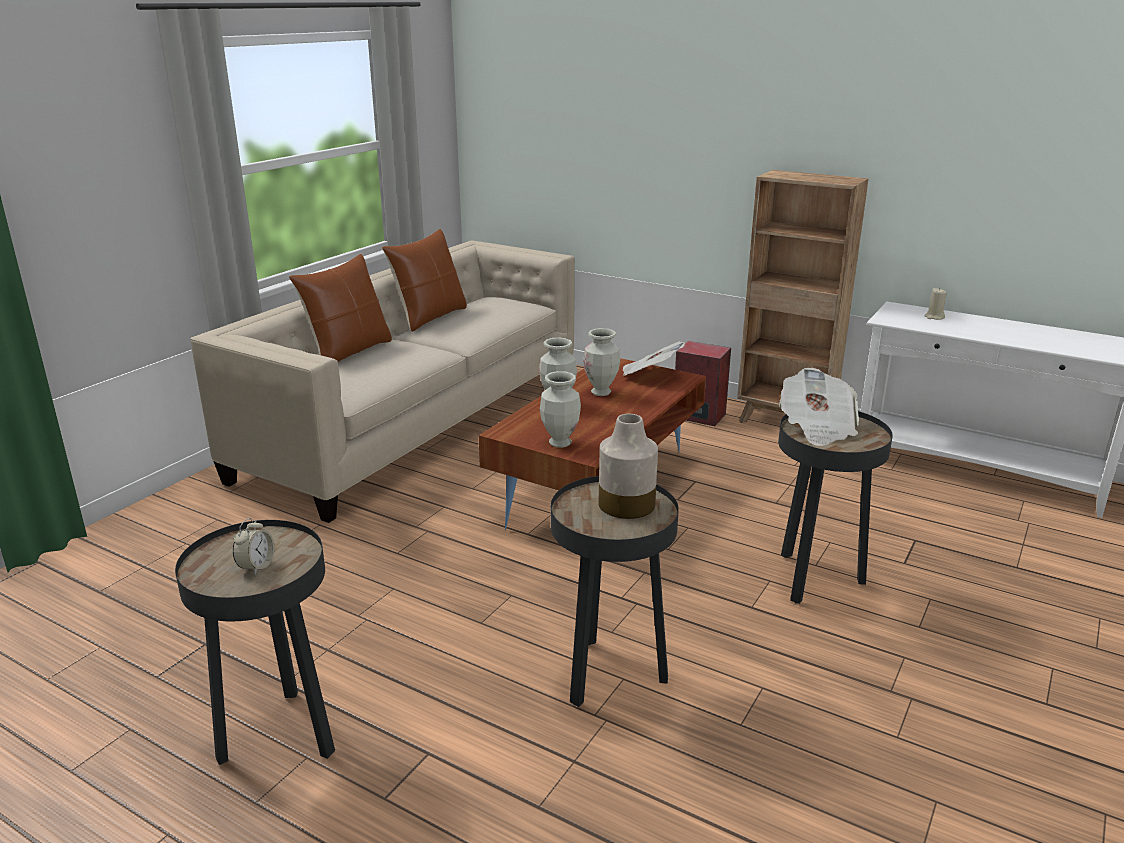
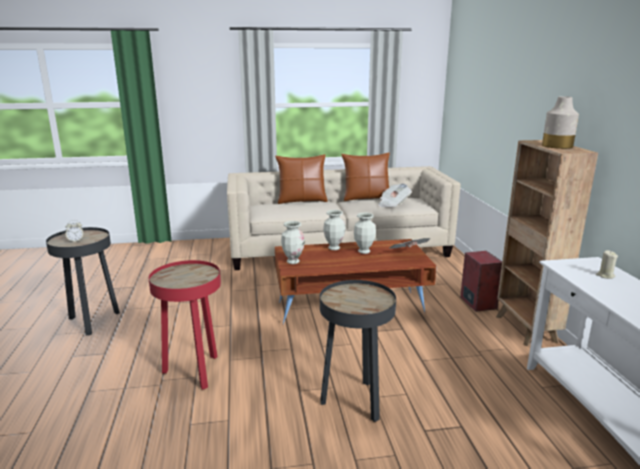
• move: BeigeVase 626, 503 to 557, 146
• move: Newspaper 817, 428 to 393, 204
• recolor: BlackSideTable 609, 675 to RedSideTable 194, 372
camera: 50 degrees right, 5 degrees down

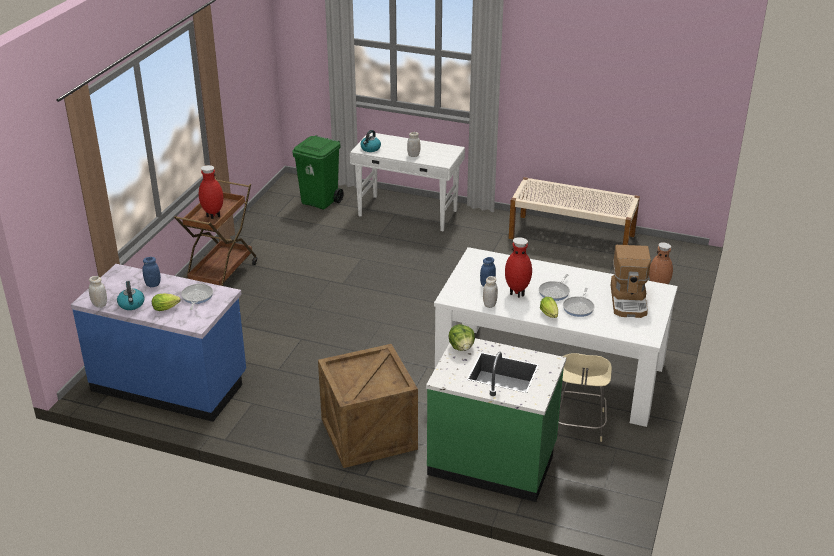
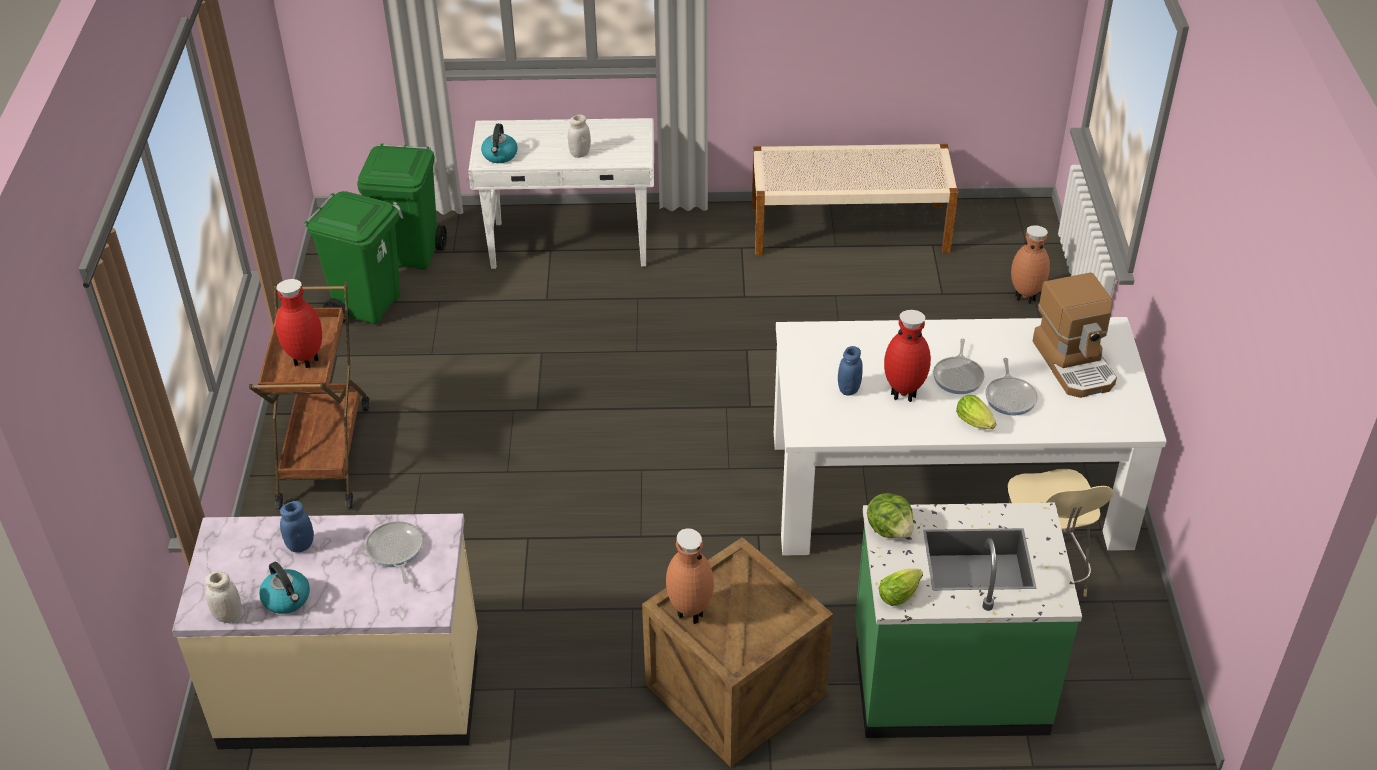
• delete: WhiteJar 489, 304
• insert: GreenTrashCan 368, 305
• insert: BrownVase 689, 613
• move: Lettuce 167, 308 to 901, 594
• recolor: BlueCounter 170, 383 to BeigeCounter 352, 691
camera: 20 degrees left, 10 degrees up

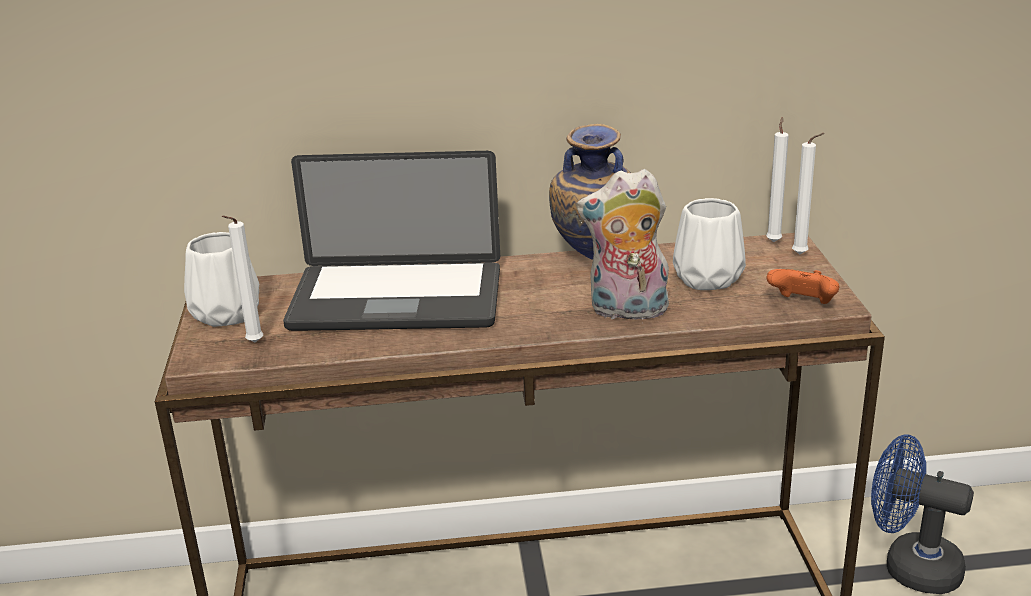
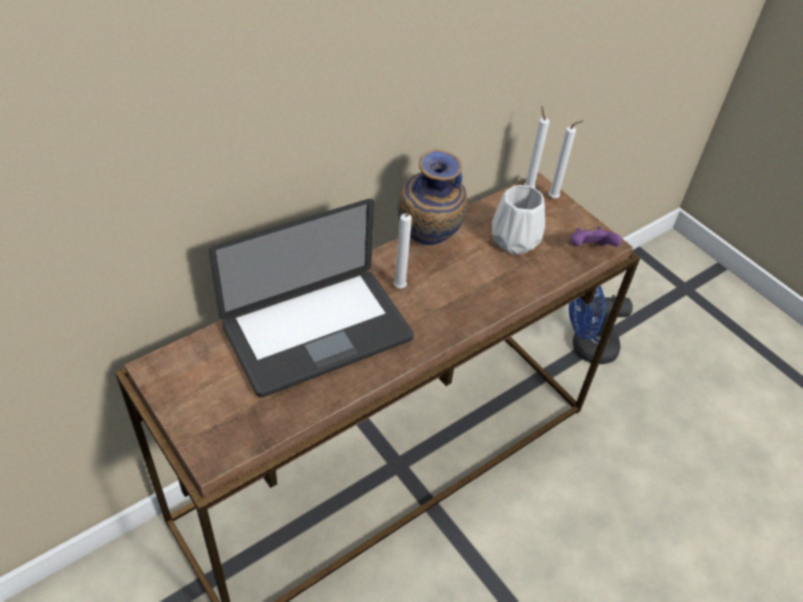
• delete: WhiteVase 228, 313
• delete: PlushToy 627, 311
• move: WhiteCandle 253, 343 to 399, 289
• recolor: OrangeGameController 802, 304 to PurpleGameController 589, 250
camera: 35 degrees left, 20 degrees up

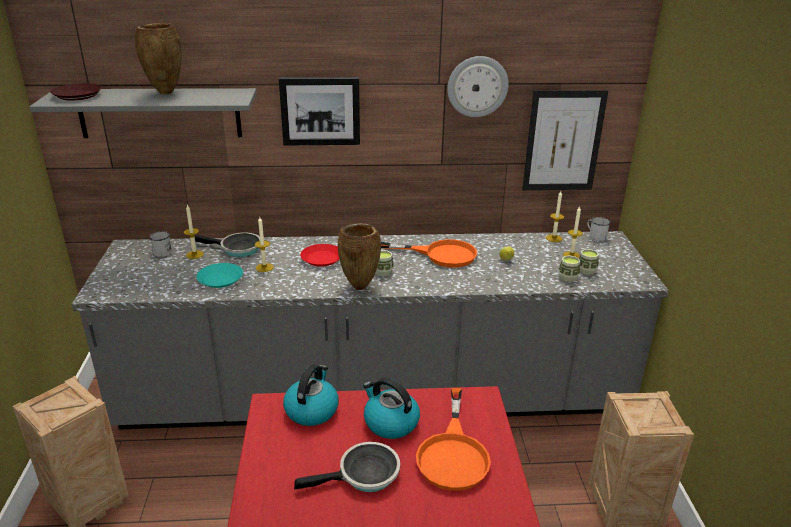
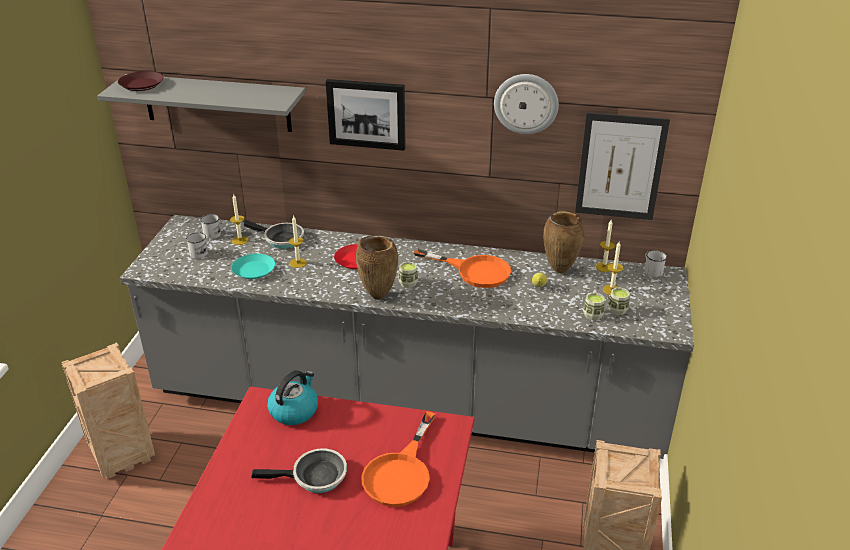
• delete: Kettle 390, 422
• insert: WhiteMug 201, 252
• move: BrownVase 164, 93 to 559, 270
camera: 15 degrees right, 5 degrees up

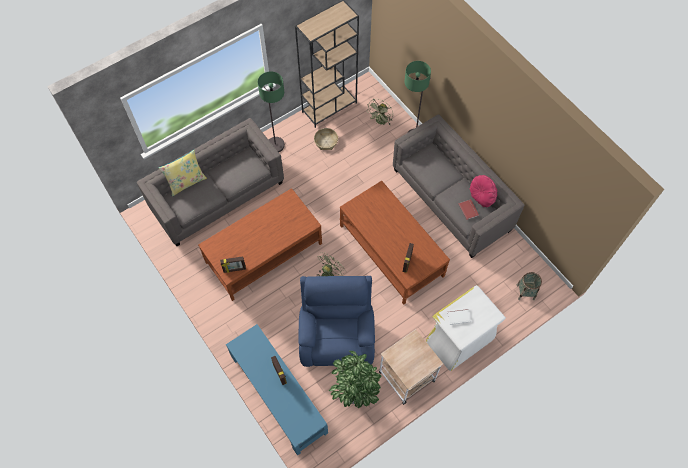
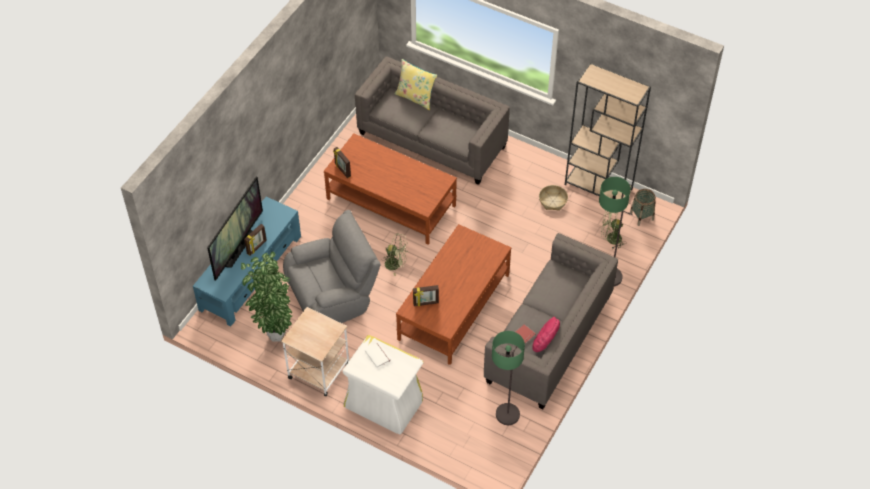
• insert: Television 238, 248
• move: GreenFloorLamp 278, 149 to 504, 420
• move: Basket 525, 292 to 641, 216
• recolor: BlueArmchair 337, 336 to GreyArmchair 333, 296
camera: 65 degrees right, 10 degrees down

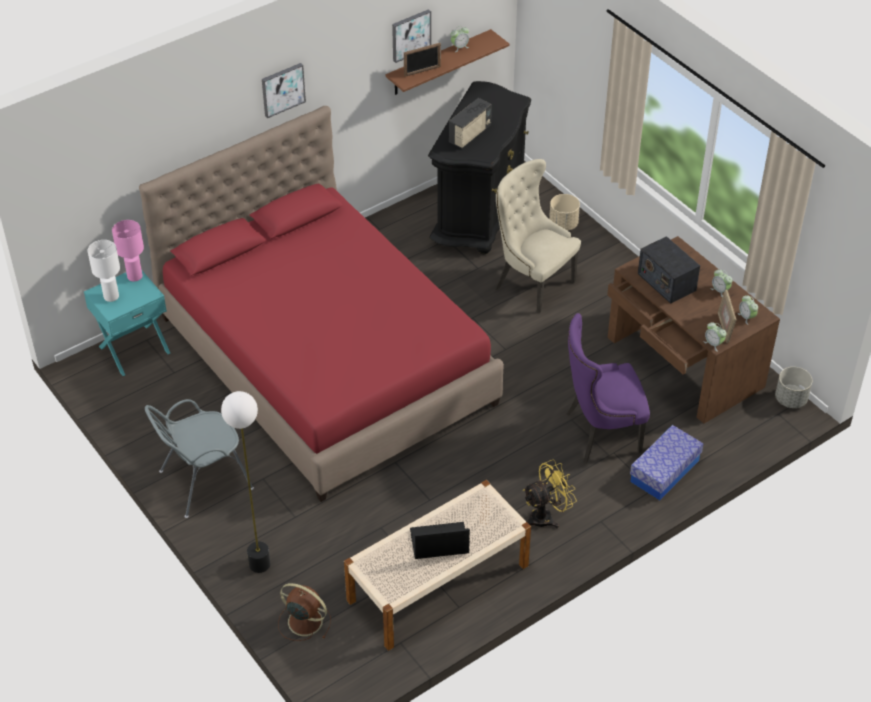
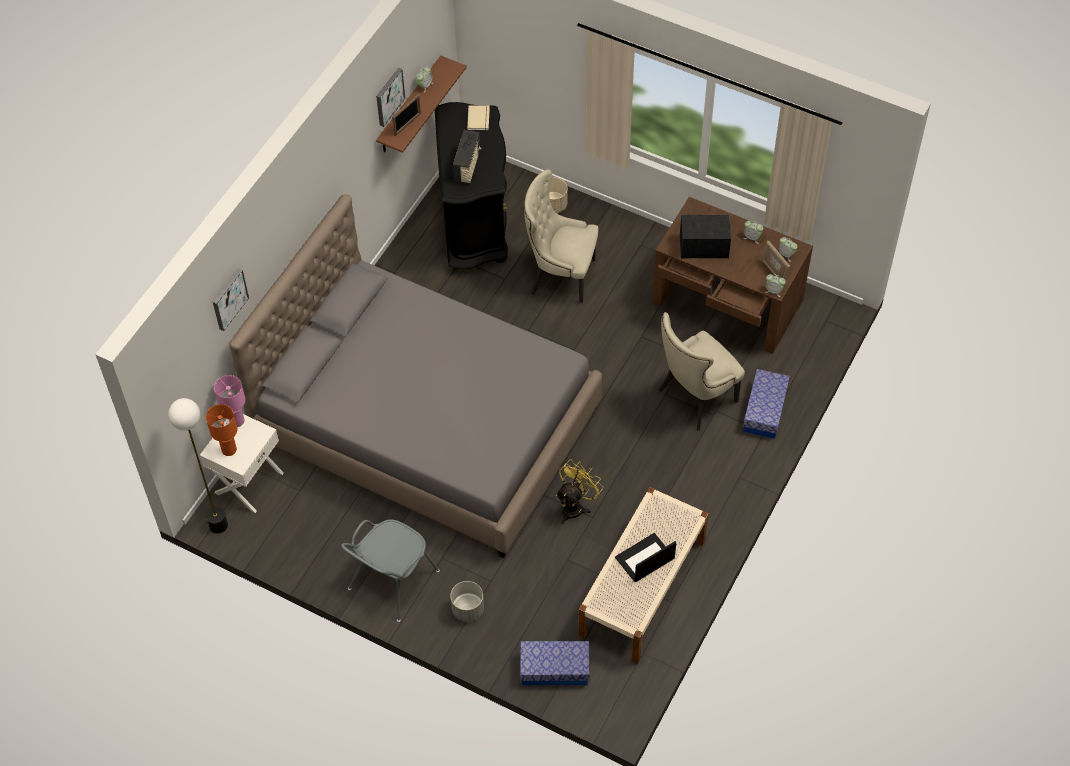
• insert: BeigeBook 479, 118
• move: FloorLamp 259, 563 to 218, 525
• move: Picture 282, 89 to 229, 299
• move: YellowFan 546, 516 to 575, 506
• move: GreyPlanter 790, 399 to 468, 609
• replace: BrownFan 303, 621 to StorageBox 554, 669
• recolor: TurquoiseNightstand 134, 349 to WhiteNightstand 248, 482
• recolor: WhiteTableLamp 112, 296 to OrangeTableLamp 229, 449
• recolor: RedBed 326, 359 to GreyBed 426, 422
• recolor: PurpleChair 600, 434 to BeigeChair 696, 397
• rotate: Radio 666, 282 = 704, 246 150 degrees clockwise
camera: 25 degrees left, 10 degrees up

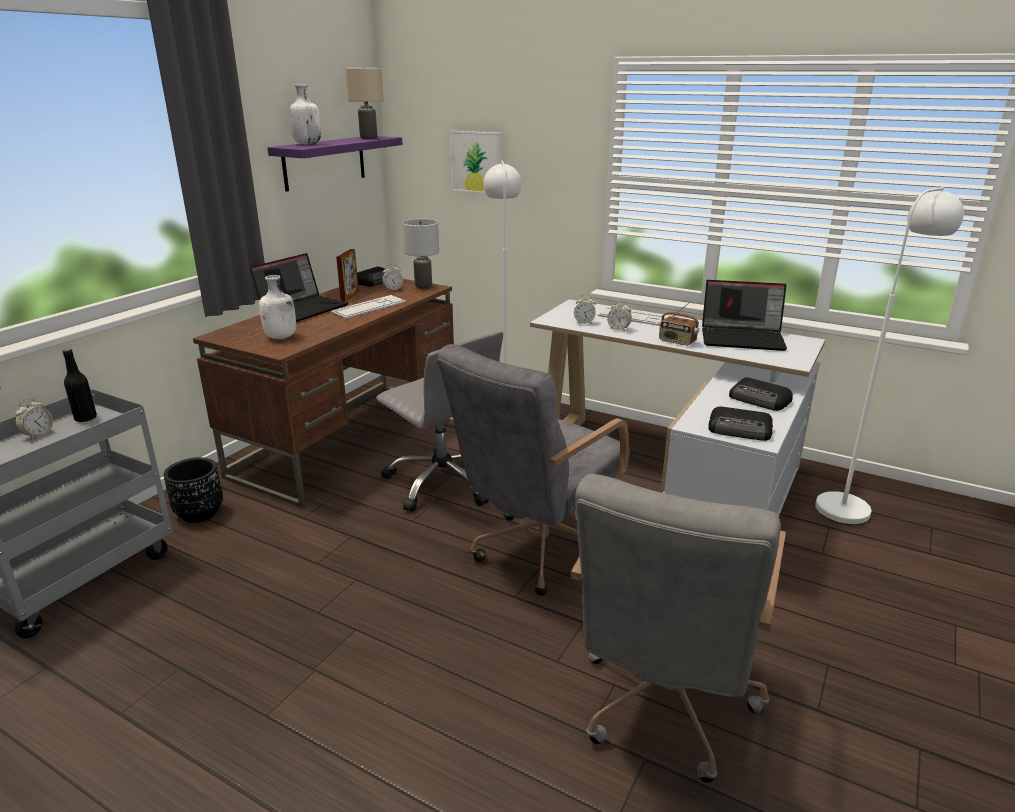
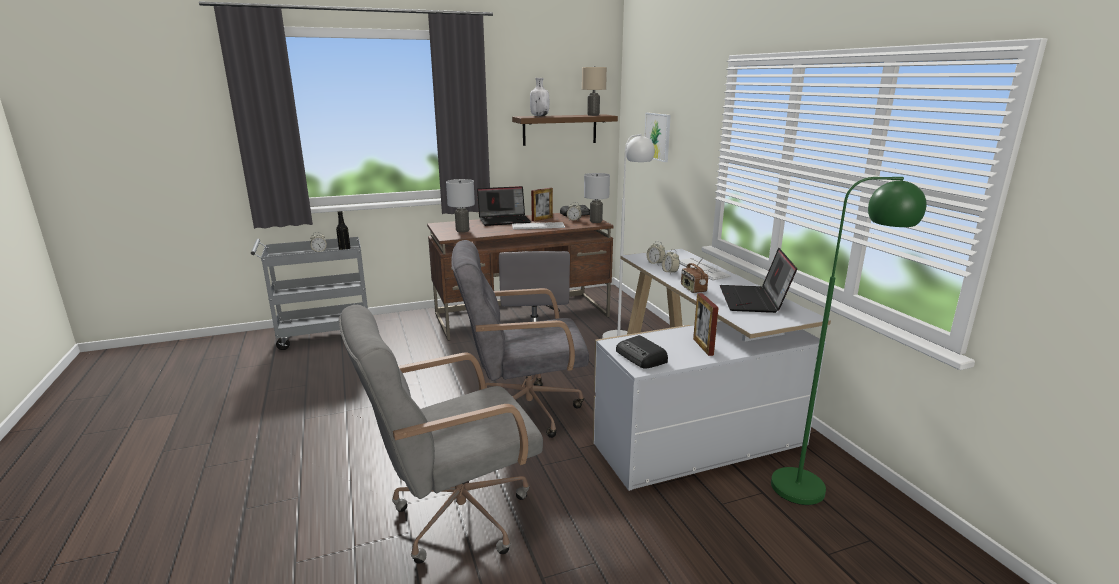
• delete: BlackPlanter 199, 513
• replace: WhiteBottle 281, 337 to WhiteTableLamp 462, 231
• replace: Radio 760, 400 to PictureFrame 703, 347
• recolor: PurpleShelf 324, 162 to BrownShelf 559, 129
• recolor: WhiteFloorLamp 851, 505 to GreenFloorLamp 814, 489
• rotate: Laptop 743, 338 = 754, 300 45 degrees clockwise
camera: 40 degrees right, 5 degrees down

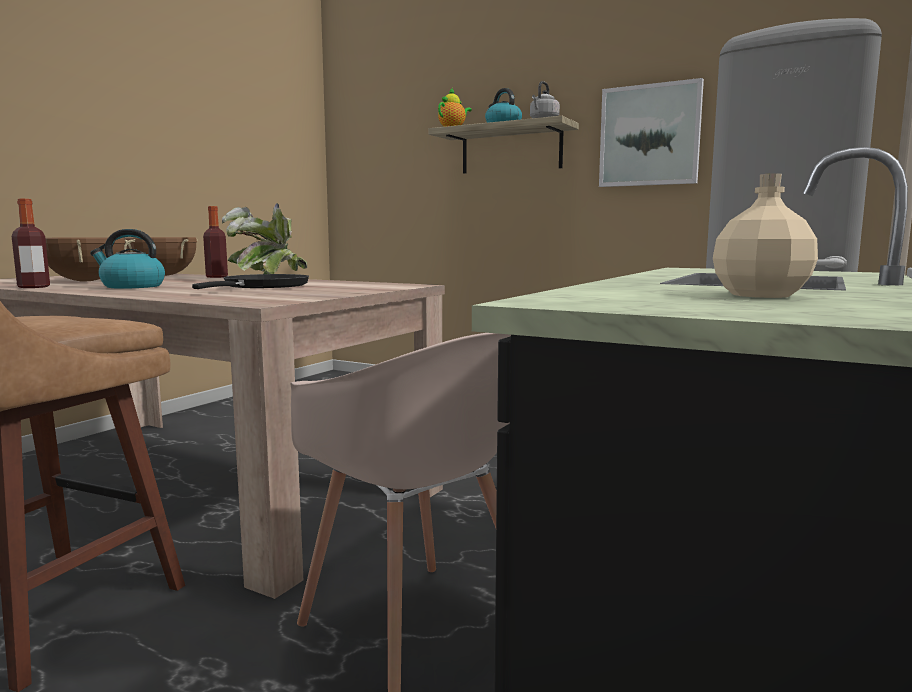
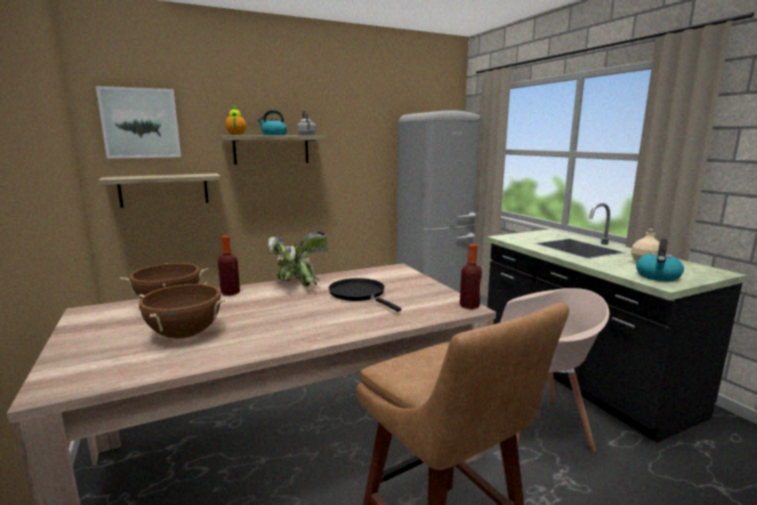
• insert: Shelf 164, 190
• move: Bottle 34, 287 to 469, 306
• move: Kettle 131, 286 to 658, 276
• move: Picture 649, 135 to 140, 123
camera: 55 degrees left, 5 degrees up

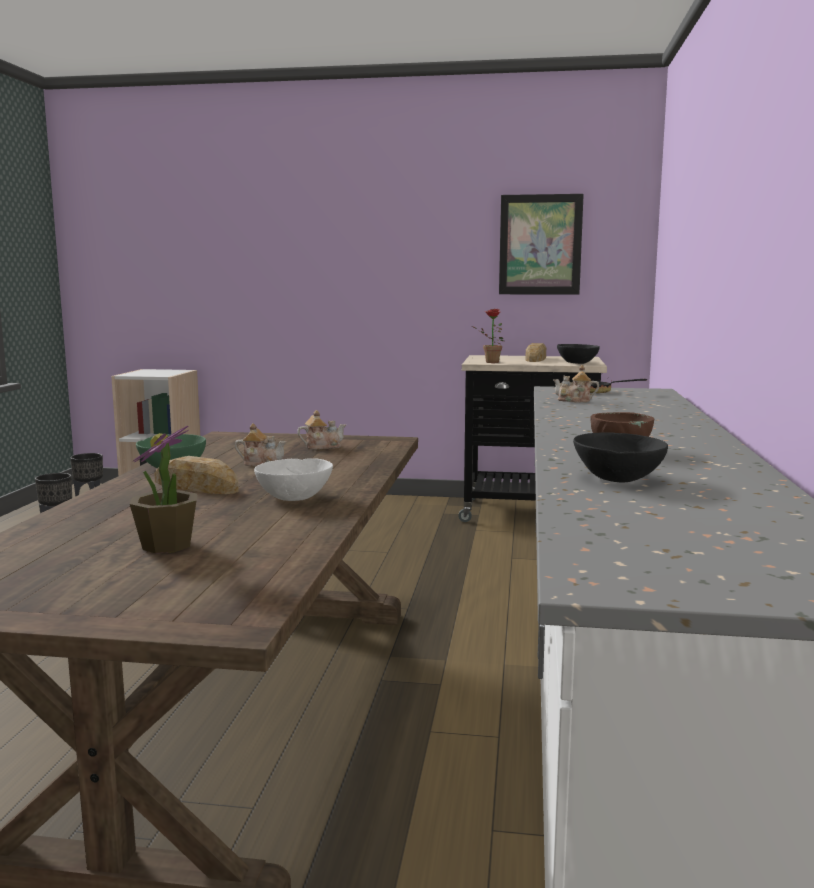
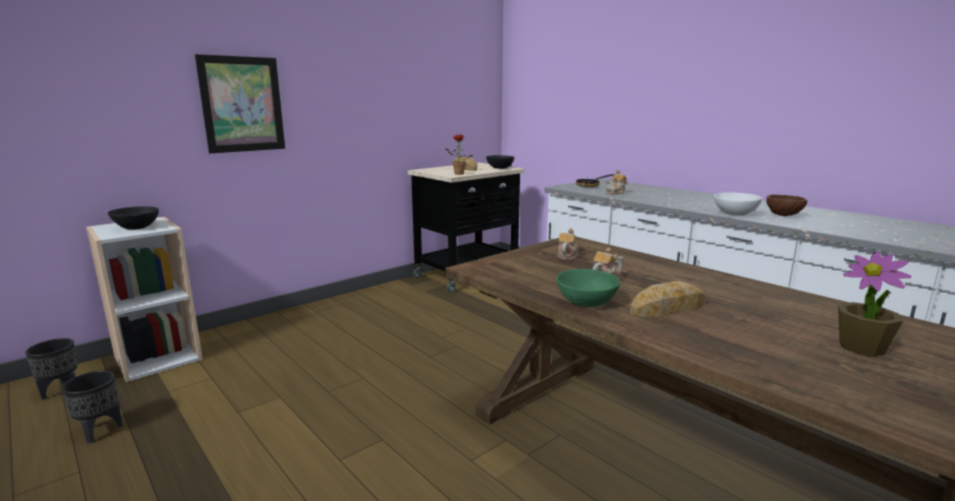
• move: WhiteBowl 294, 497 to 735, 214
• move: Picture 540, 245 to 242, 104
• move: BlackBowl 618, 478 to 137, 227
camera: 50 degrees left, 5 degrees up

